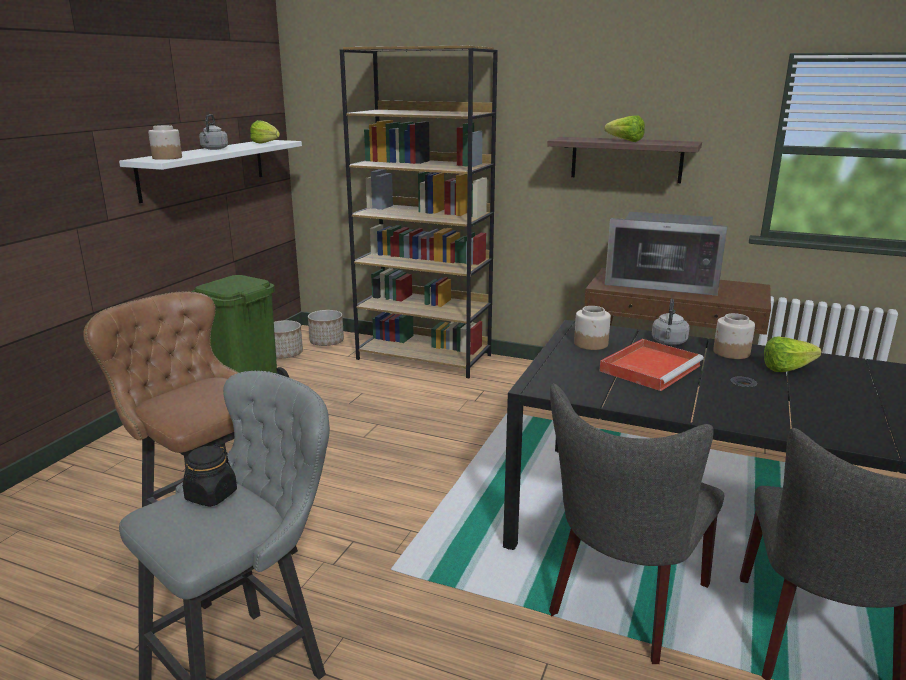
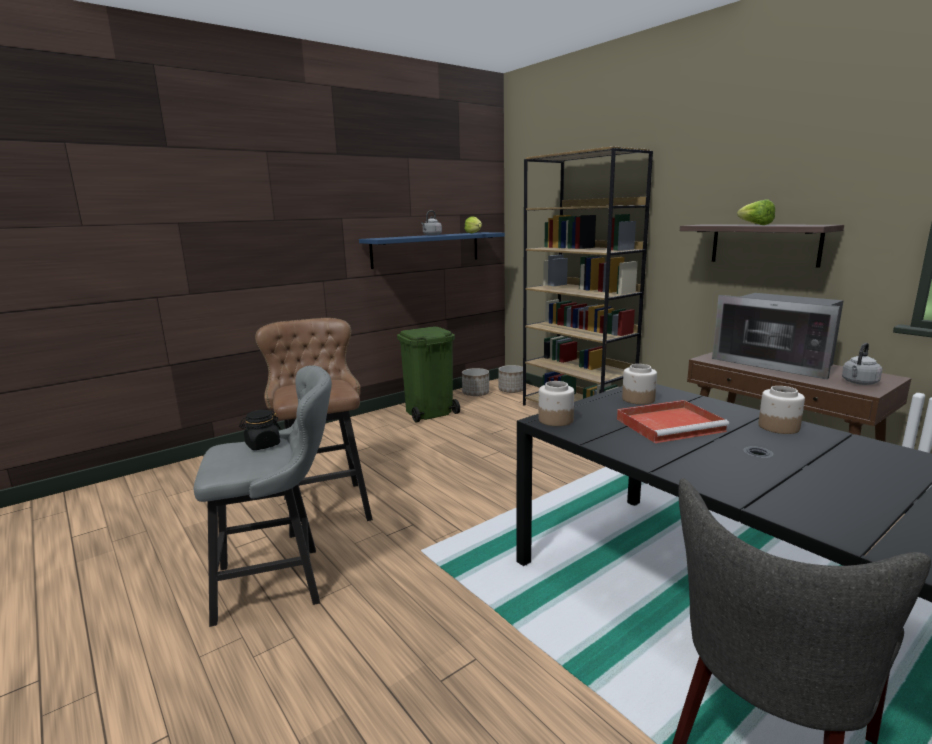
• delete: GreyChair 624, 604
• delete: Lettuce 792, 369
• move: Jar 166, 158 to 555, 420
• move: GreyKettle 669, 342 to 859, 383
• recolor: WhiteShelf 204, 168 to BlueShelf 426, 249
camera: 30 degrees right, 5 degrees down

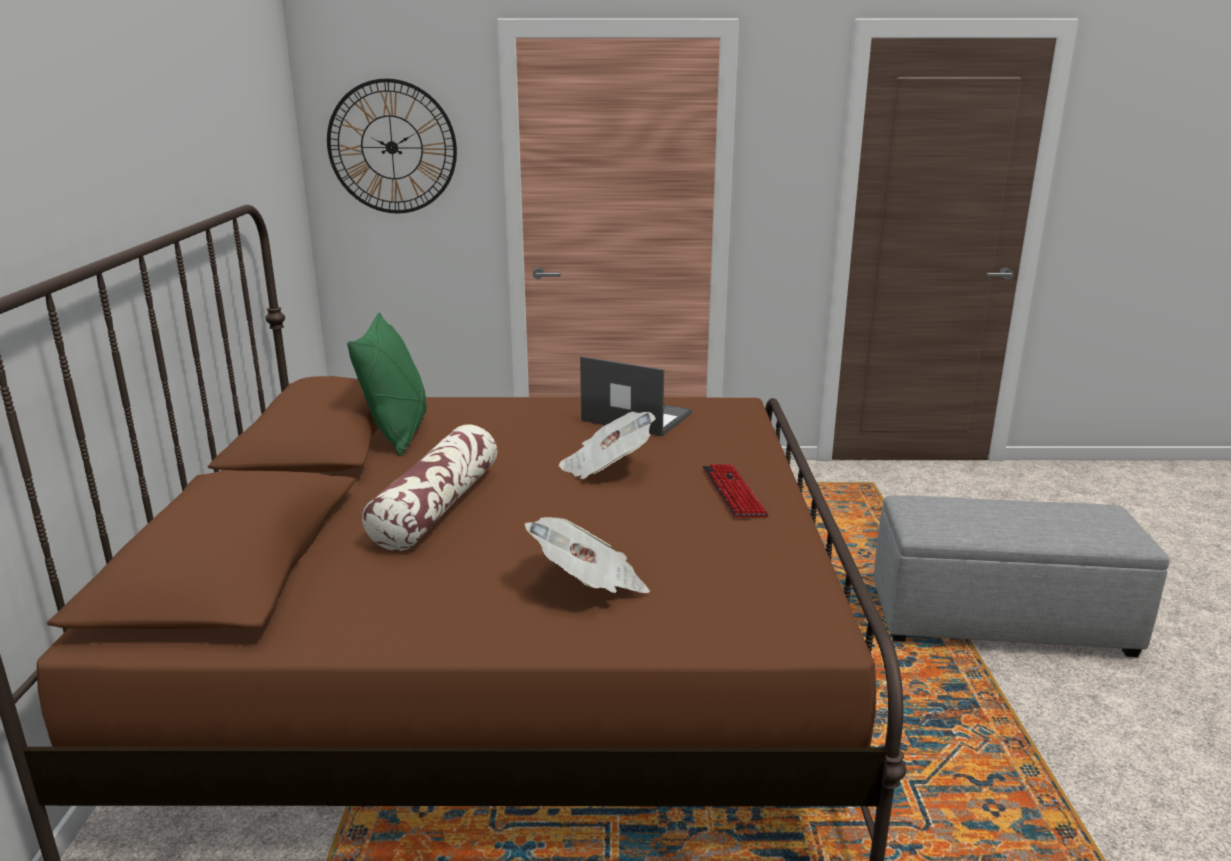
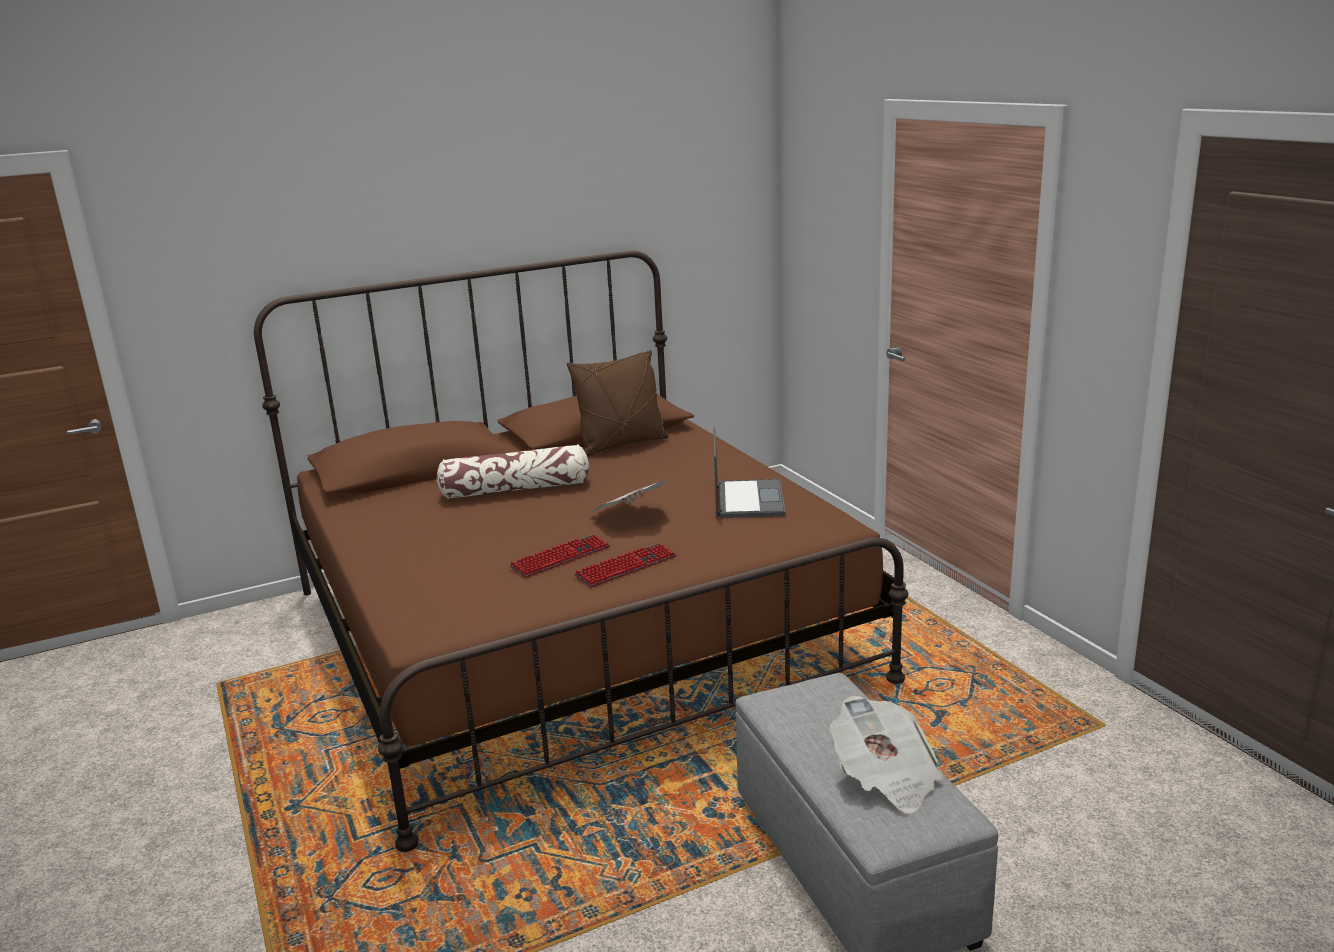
• delete: WallClock 392, 147
• insert: Keyboard 560, 558
• move: Newspaper 589, 584 to 885, 778
• recolor: GreenPillow 398, 433 to BrownPillow 622, 445
camera: 65 degrees right, 0 degrees up

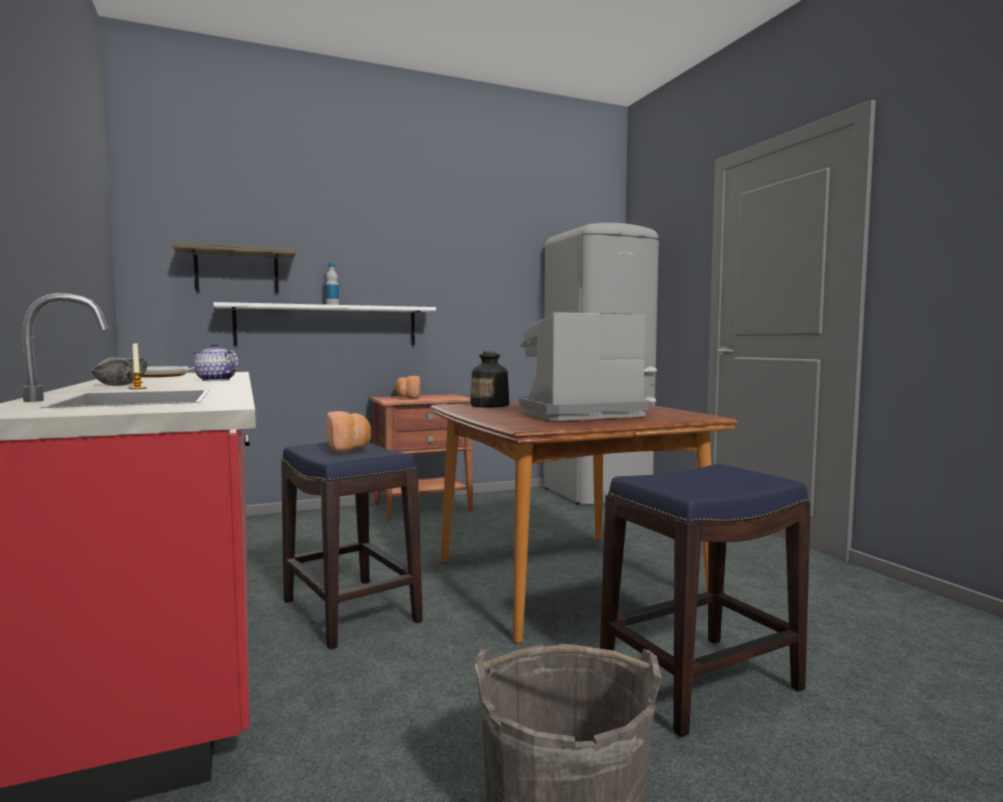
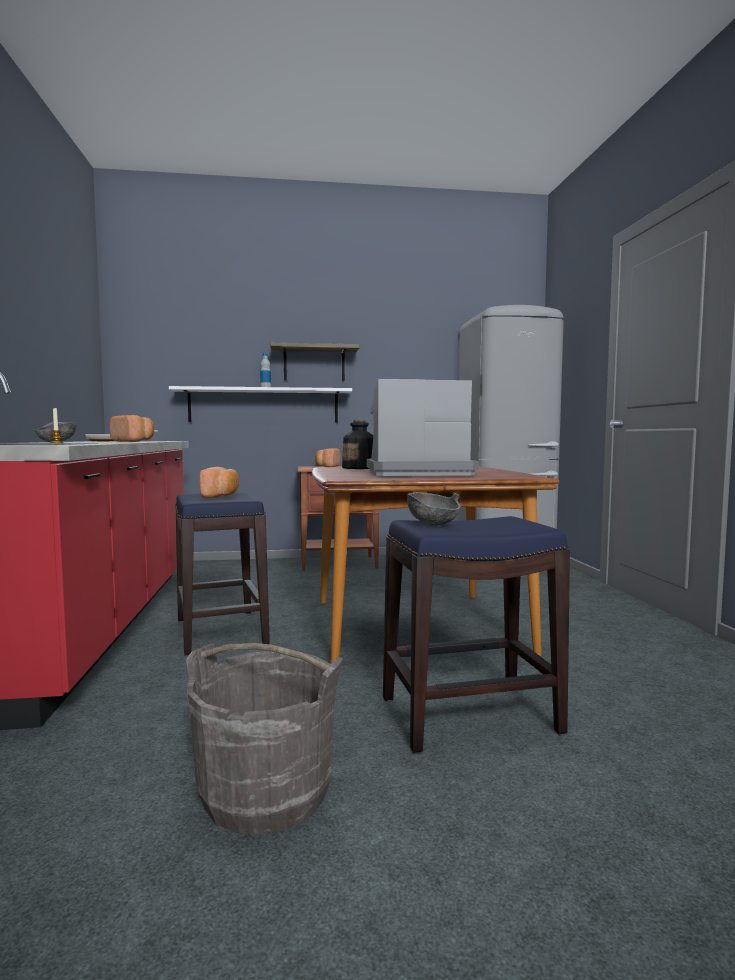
• insert: GreyBowl 433, 524
• move: Shelf 237, 271 to 314, 363
• replace: Teapot 215, 380 to Bread 133, 441
camera: 15 degrees right, 0 degrees up

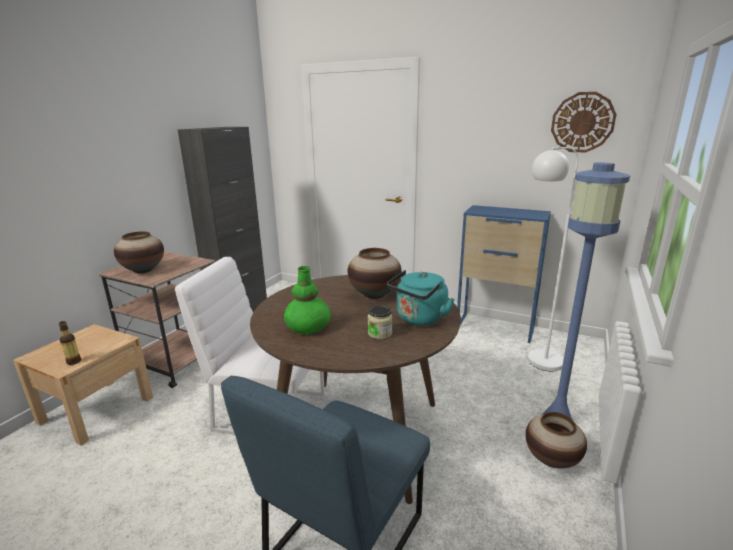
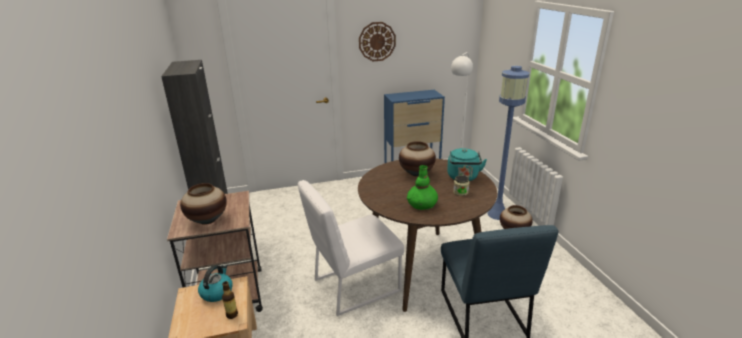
• insert: Kettle 217, 292
• move: WallClock 582, 122 to 377, 41
camera: 40 degrees left, 5 degrees up

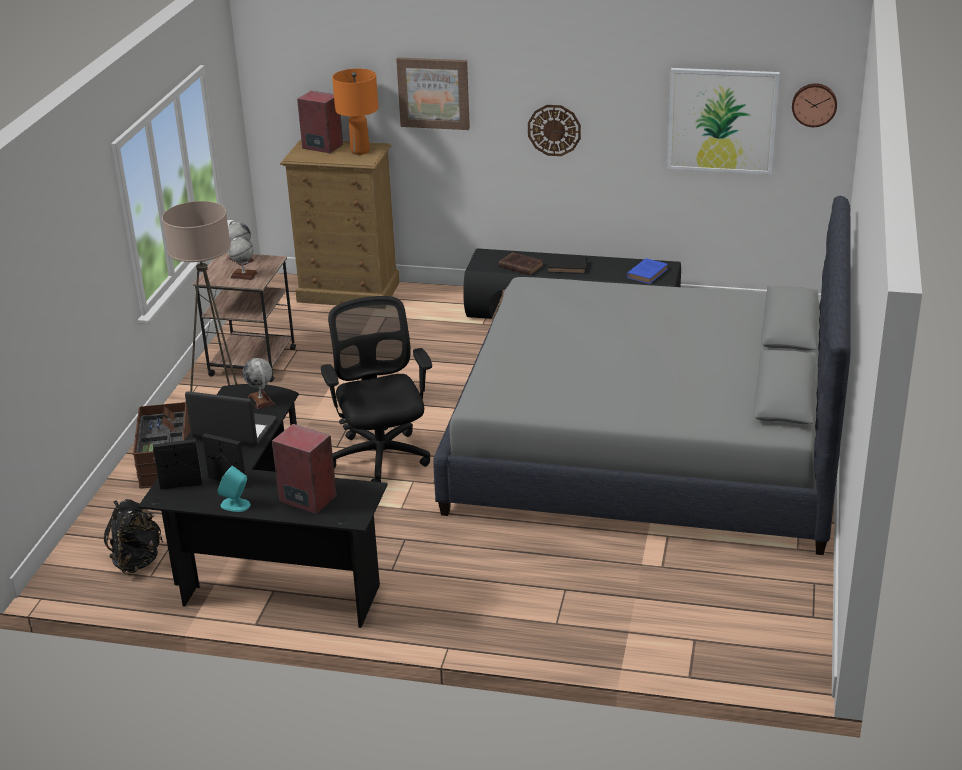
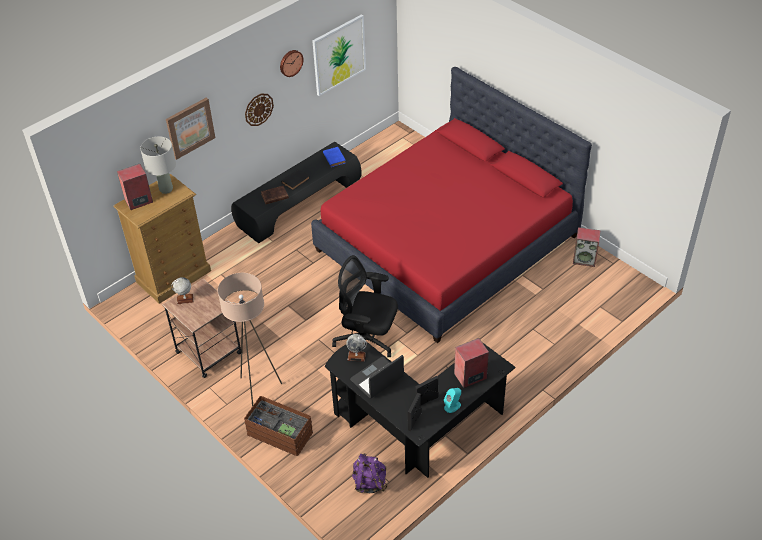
• delete: Globe 243, 275
• insert: Speaker 584, 259
• move: WallClock 814, 104 to 290, 62
• recolor: BlackBackpack 137, 560 to PurpleBackpack 369, 482
• recolor: OrangeTableLamp 360, 151 to GreyTableLamp 166, 189
• recolor: GreyBed 647, 445 to RedBed 447, 243
camera: 55 degrees left, 15 degrees up

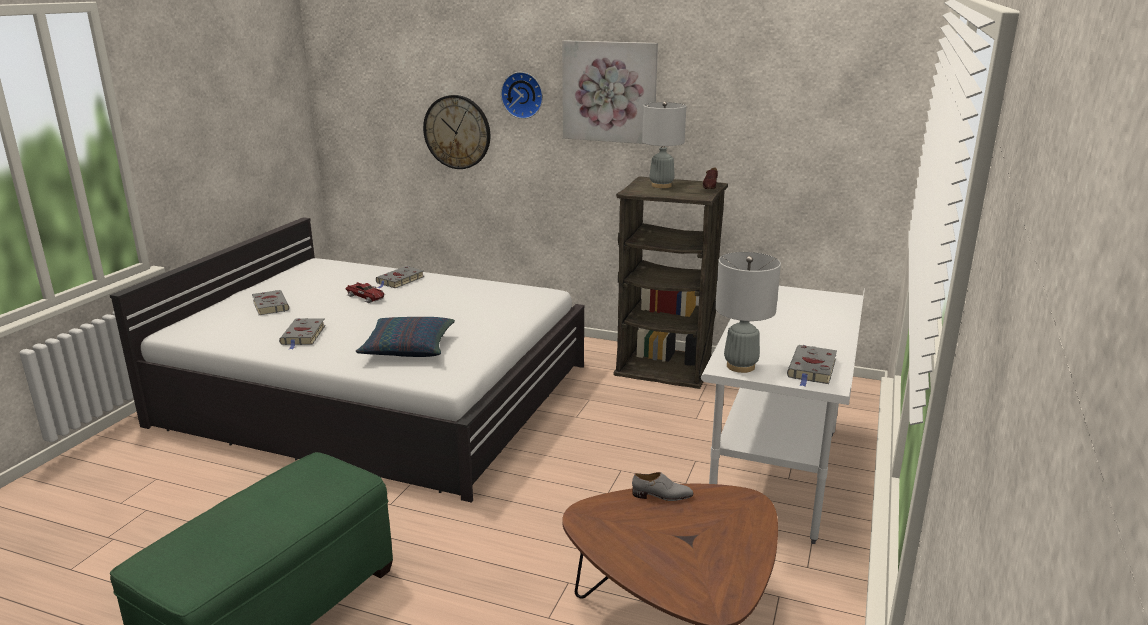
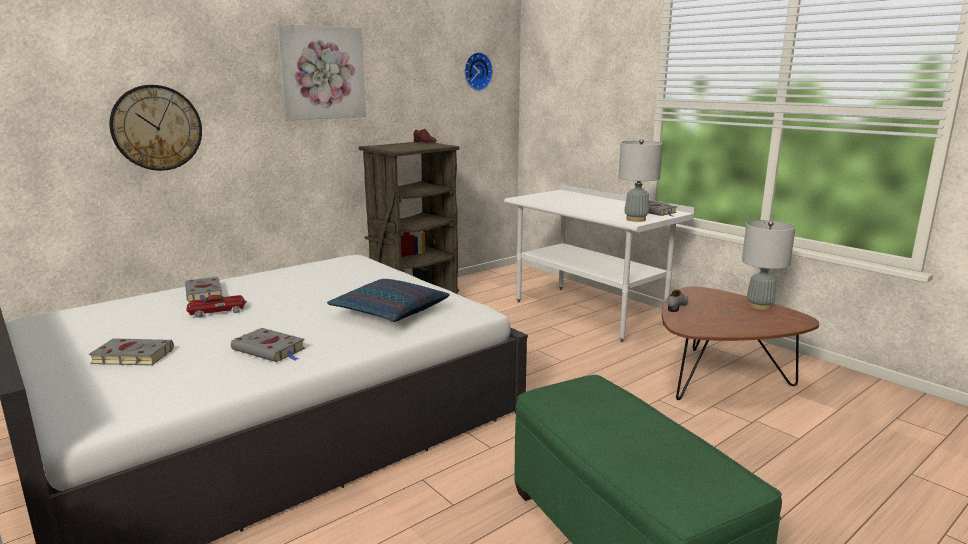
• move: WallClock 523, 95 to 476, 71
• move: GreyTableLamp 661, 186 to 759, 306
camera: 60 degrees left, 5 degrees down

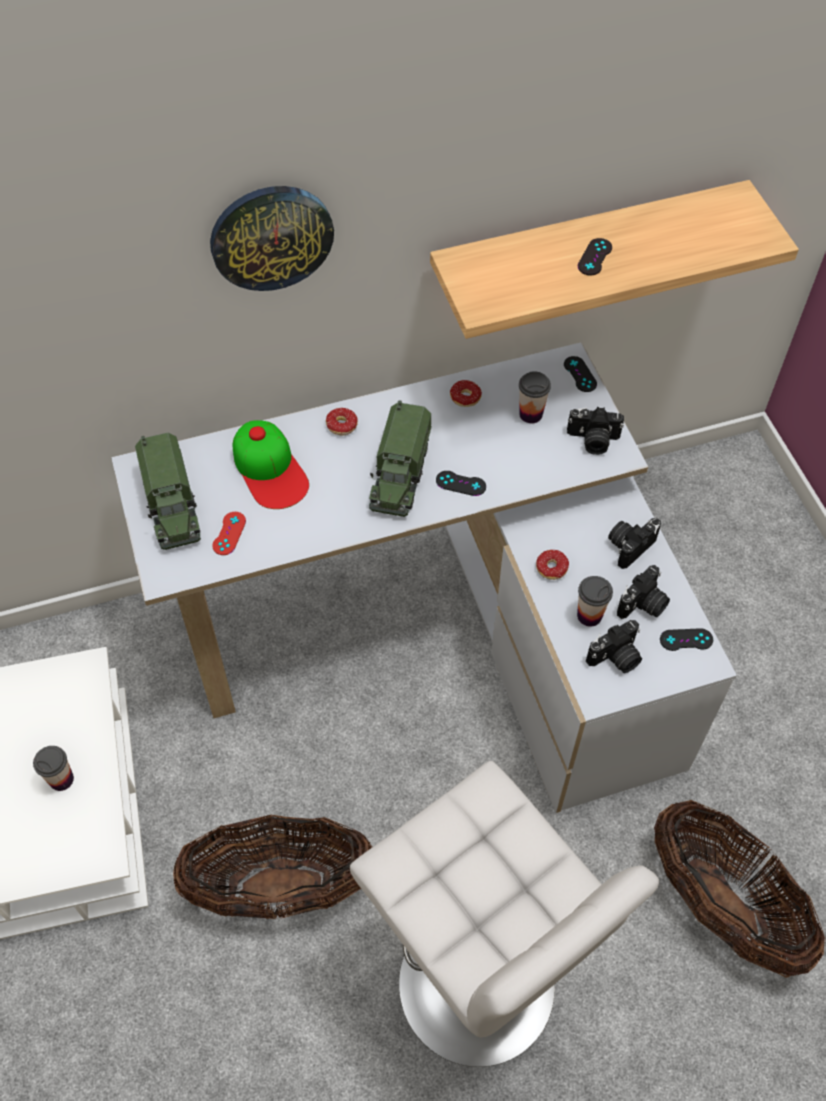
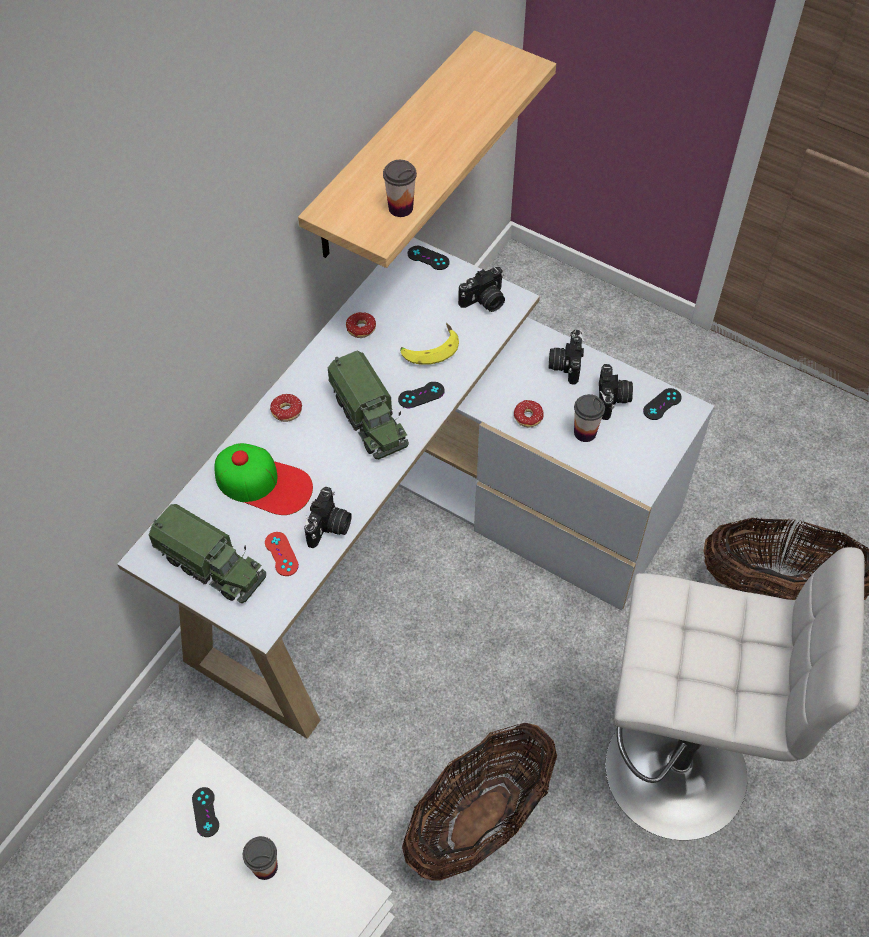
• delete: WallClock 271, 237
• insert: Banana 429, 348
• move: Cup 531, 414 to 400, 208
• move: BlackGameController 594, 257 to 205, 812
• move: PhotoCamera 616, 658 to 329, 527
camera: 40 degrees left, 0 degrees up

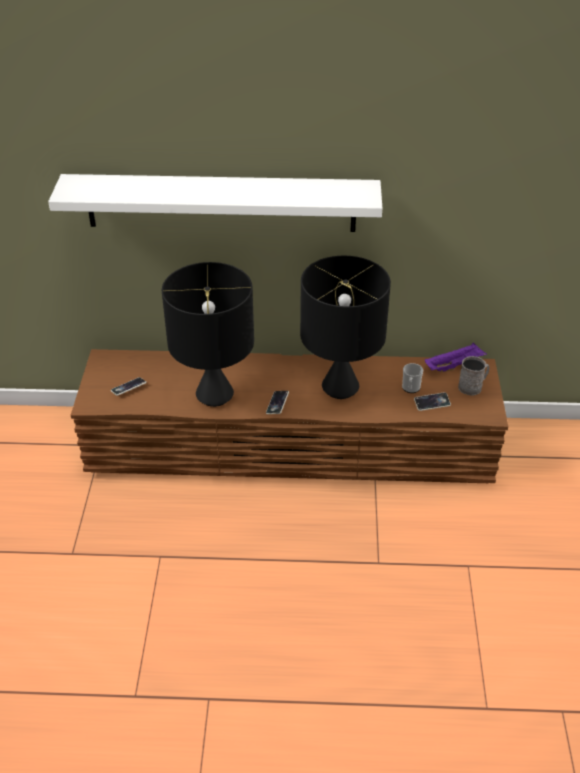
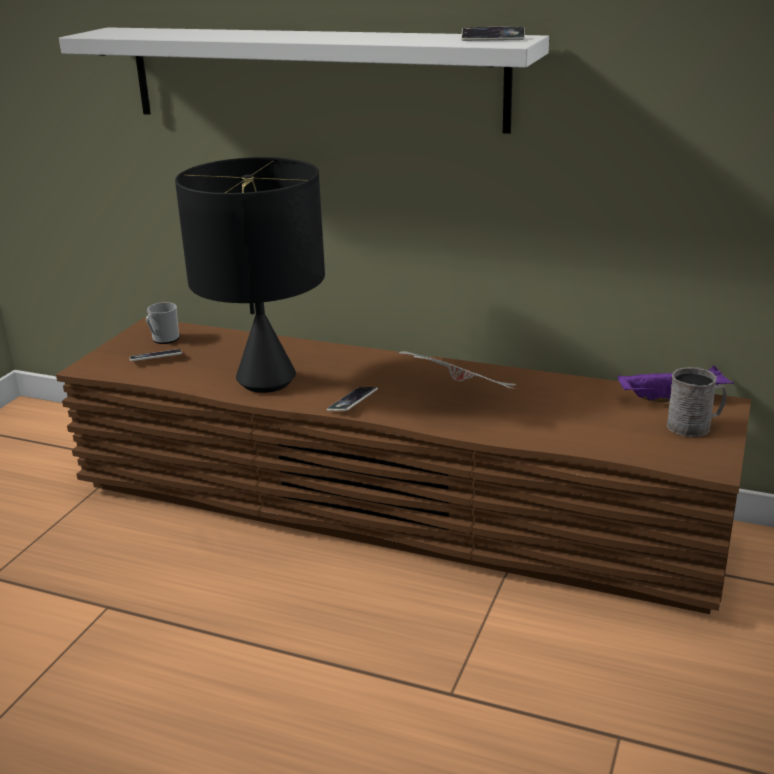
• move: Mug 410, 388 to 163, 340
• move: Phone 432, 403 to 492, 38
• replace: BlackTableLamp 340, 389 to Newspaper 463, 400
camera: 20 degrees right, 15 degrees down

